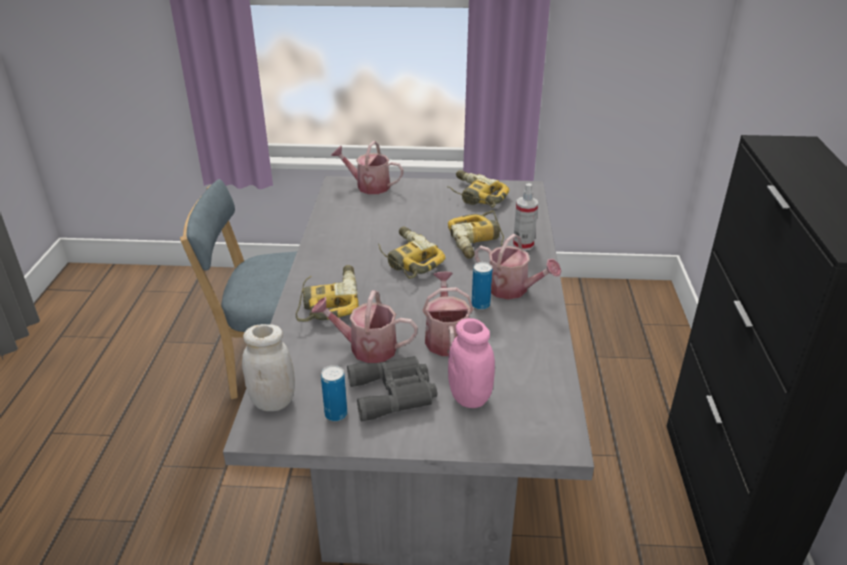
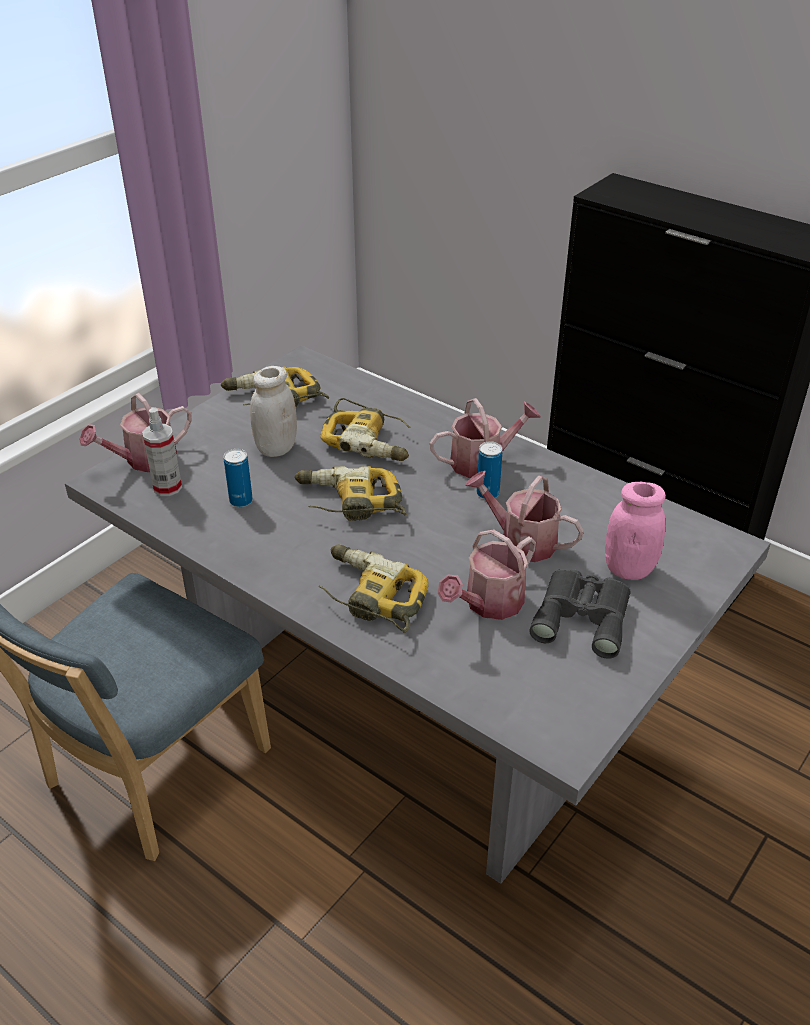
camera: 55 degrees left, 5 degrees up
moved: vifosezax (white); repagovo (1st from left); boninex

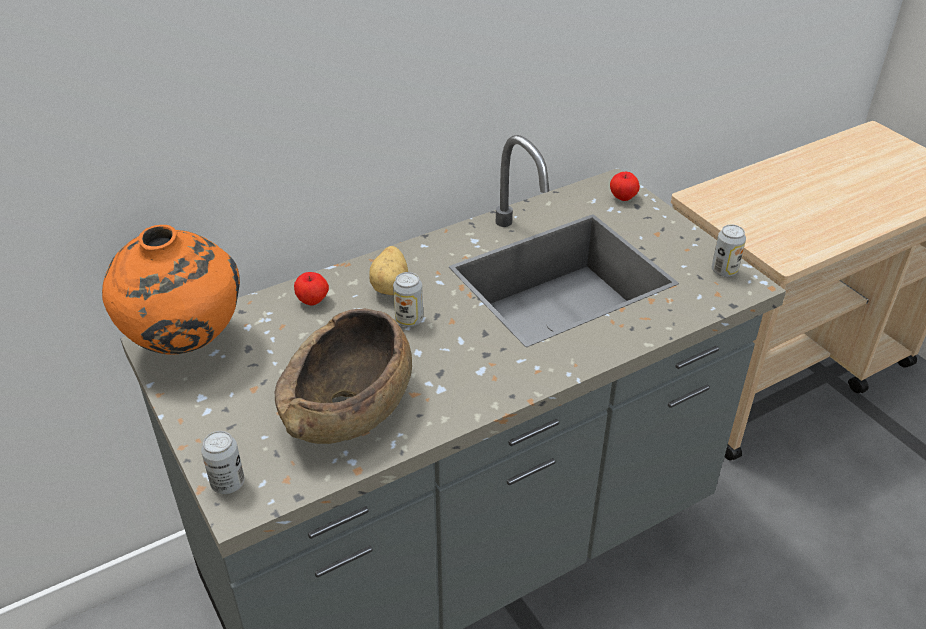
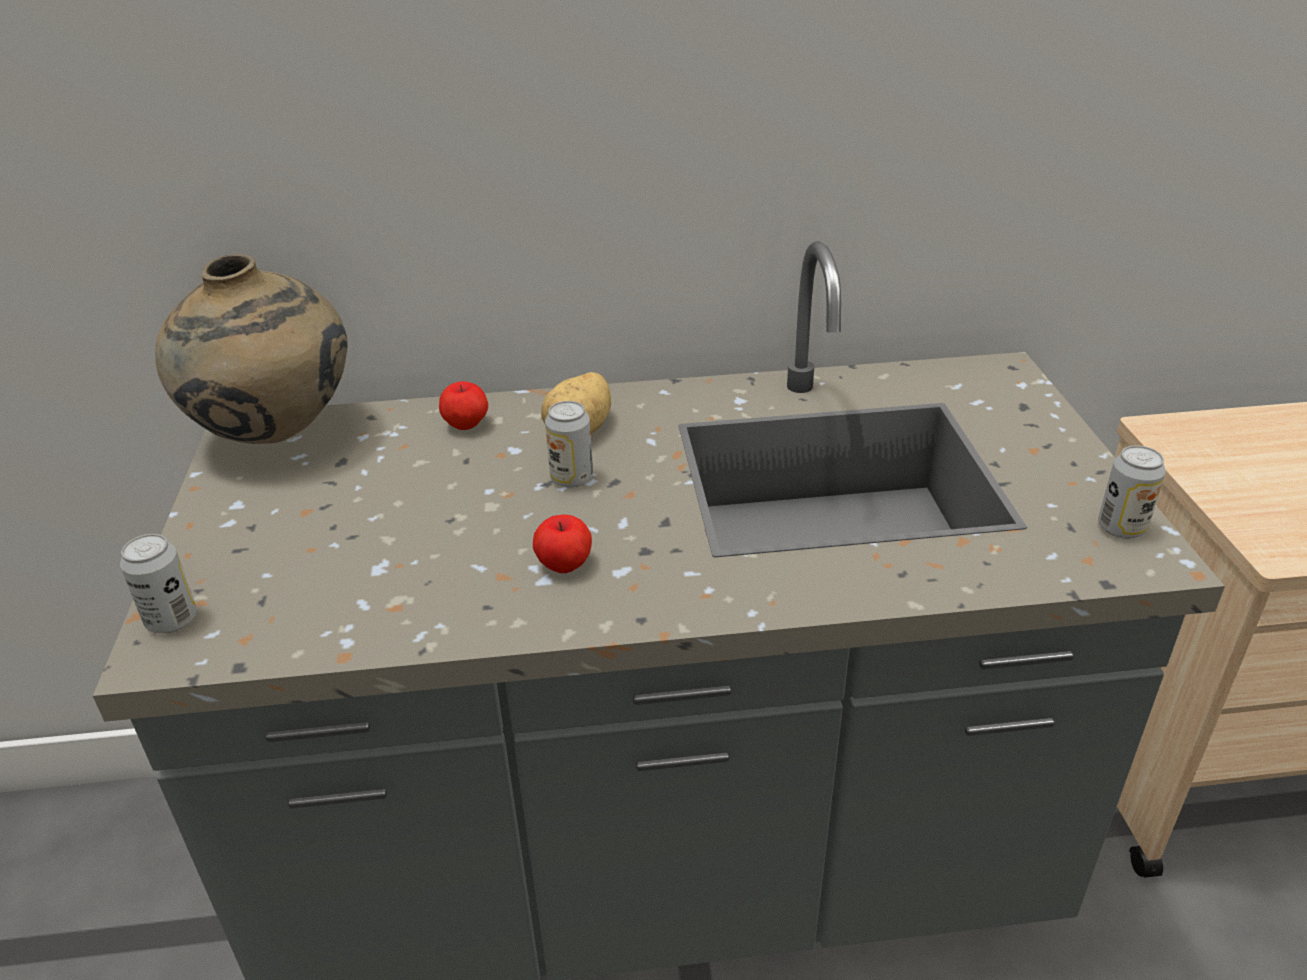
camera: 25 degrees right, 5 degrees down
removed: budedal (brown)
moved: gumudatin (2nd from left)
recoloured: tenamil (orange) to tenamil (beige)

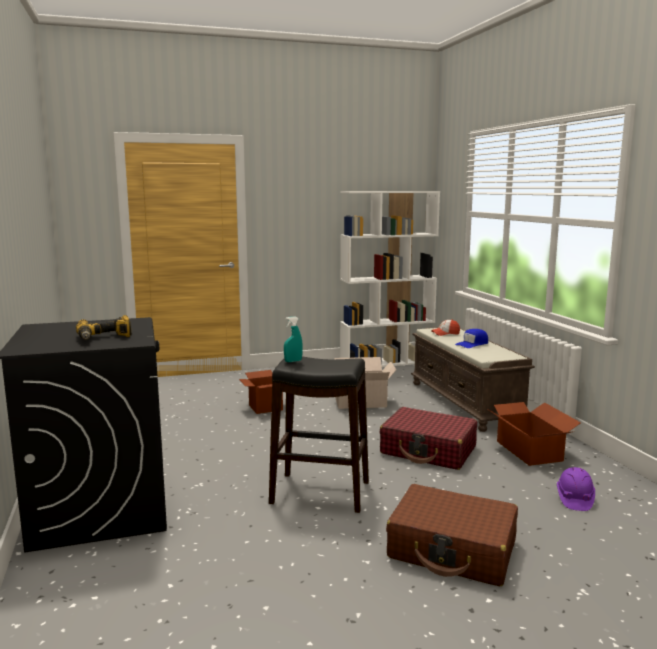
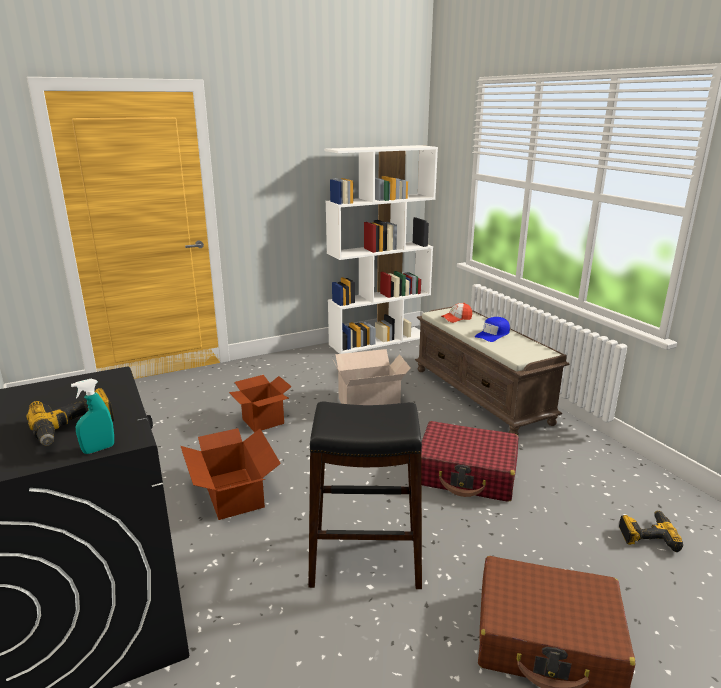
camera: 10 degrees left, 10 degrees up
moved: boninex (turquoise); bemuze (3rd from left in the first image) to bemuze (1st from left)
replaced: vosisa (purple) to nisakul (2nd from left)

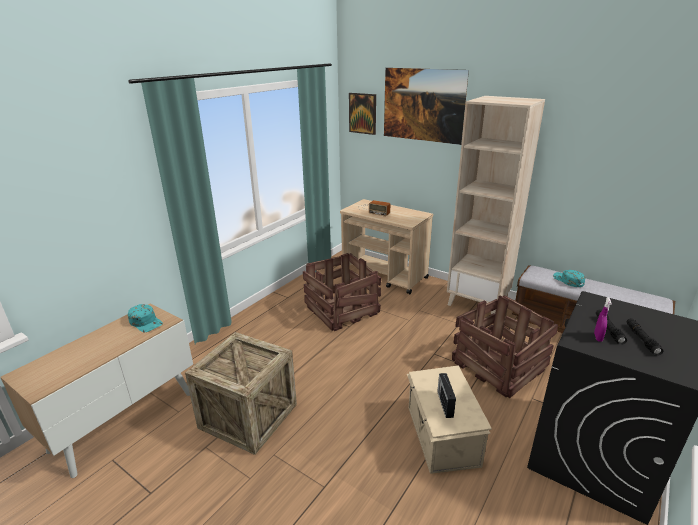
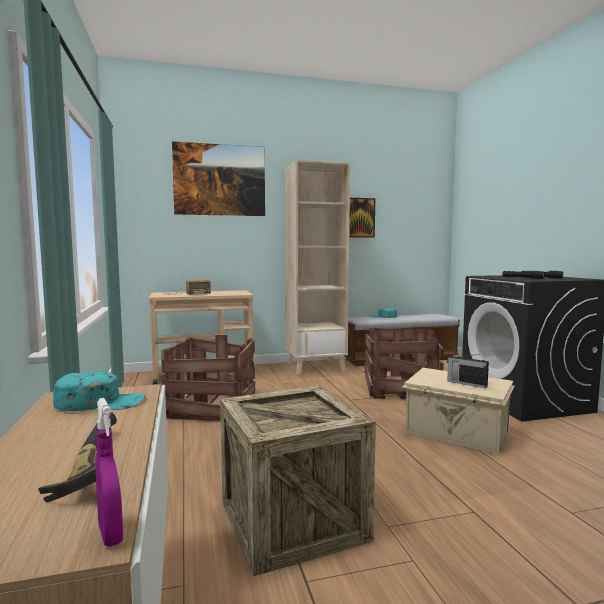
camera: 50 degrees left, 20 degrees down
added: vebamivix
moved: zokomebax (1st from left in the first image) to zokomebax (2nd from left); boninex (purple)

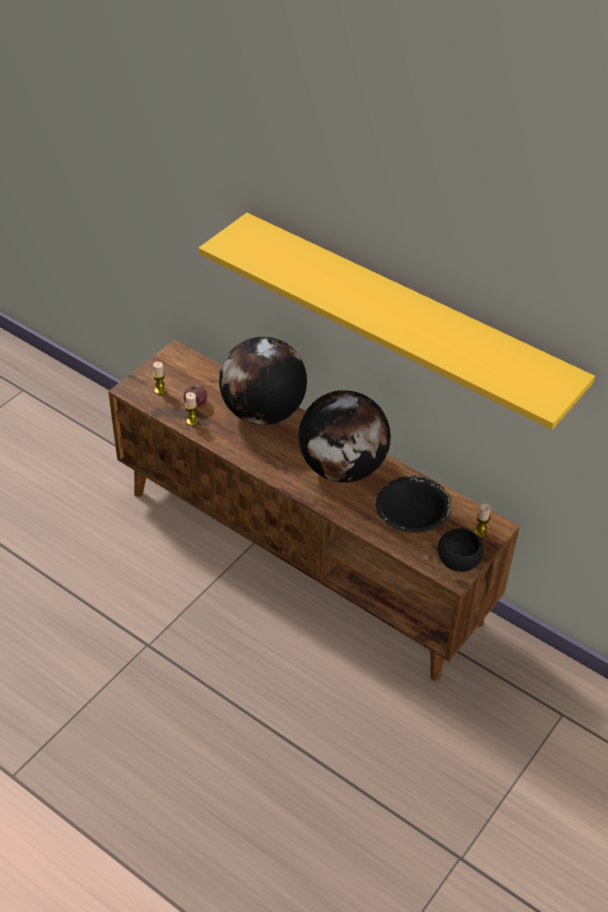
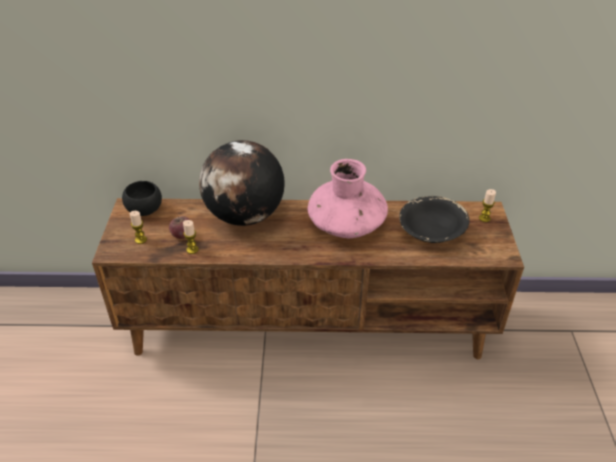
camera: 35 degrees left, 5 degrees down
removed: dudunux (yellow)
moved: budedal (black) (2nd from left in the first image) to budedal (black) (1st from left)
replaced: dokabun (2nd from left) to tenamil (pink)

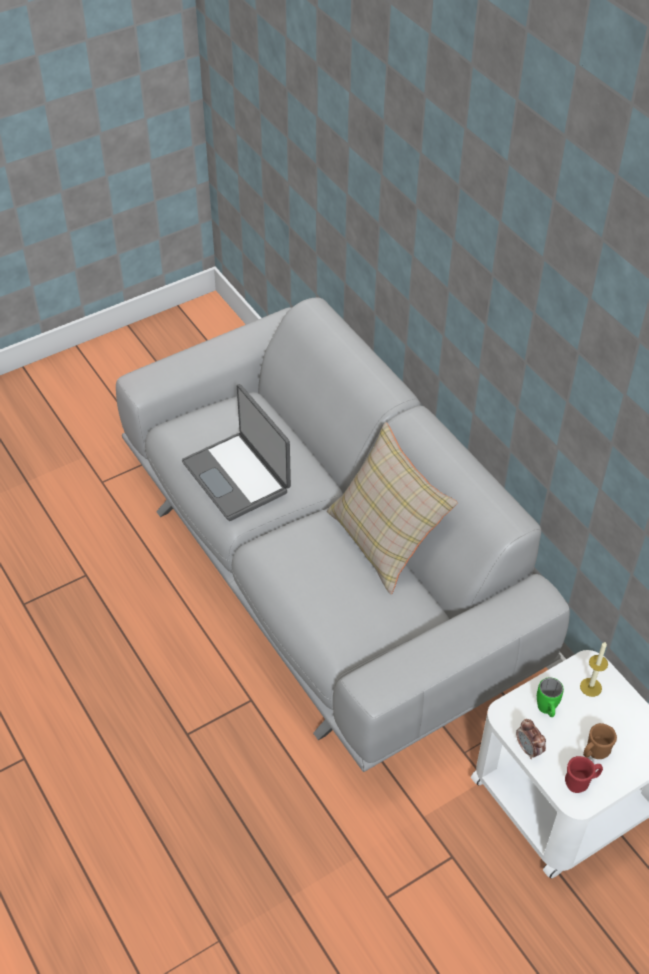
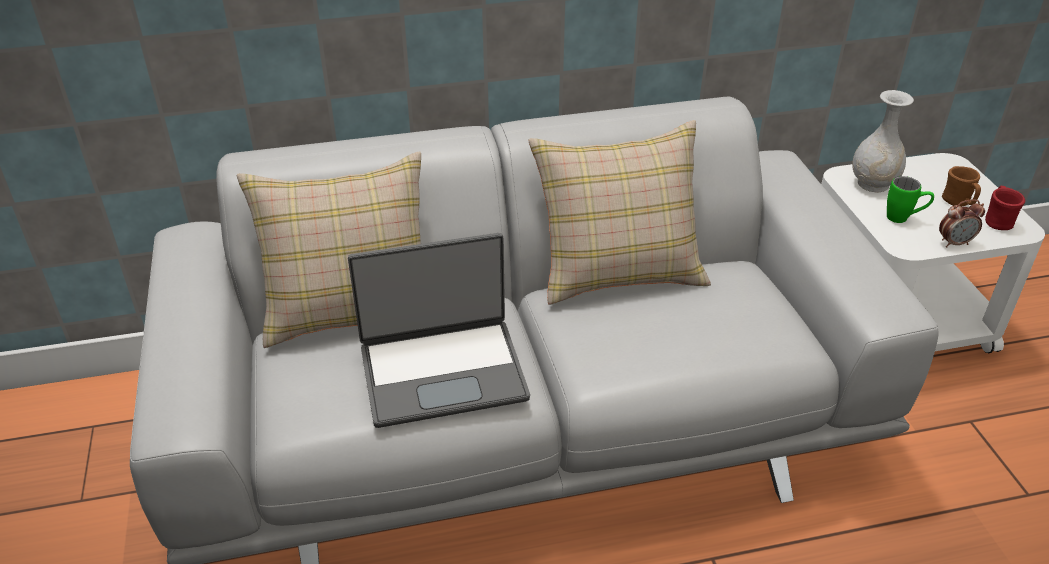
camera: 70 degrees left, 10 degrees down
added: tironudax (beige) (1st from left)
replaced: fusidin to tenamil (white)

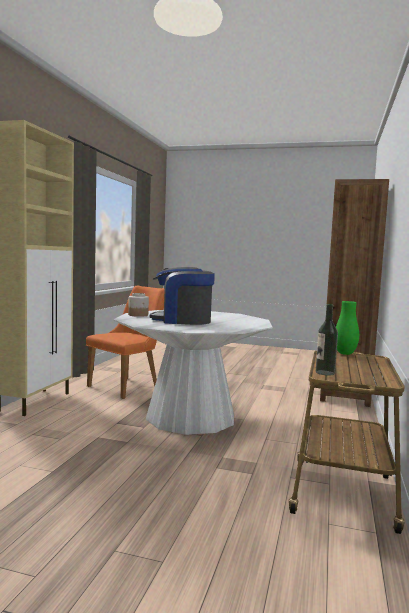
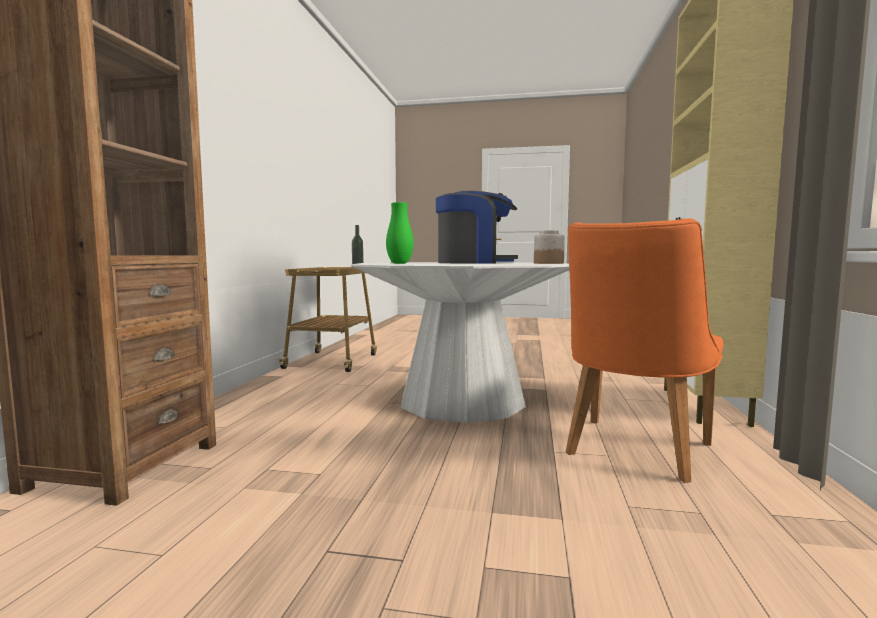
camera: 175 degrees right, 0 degrees up
moved: tenamil (green)

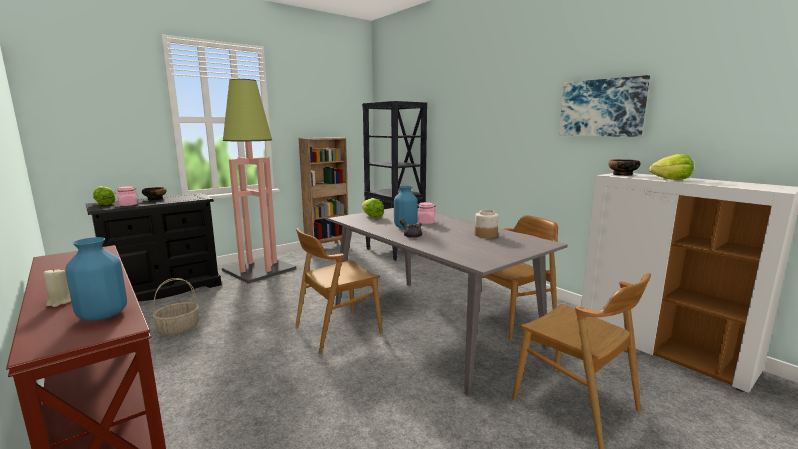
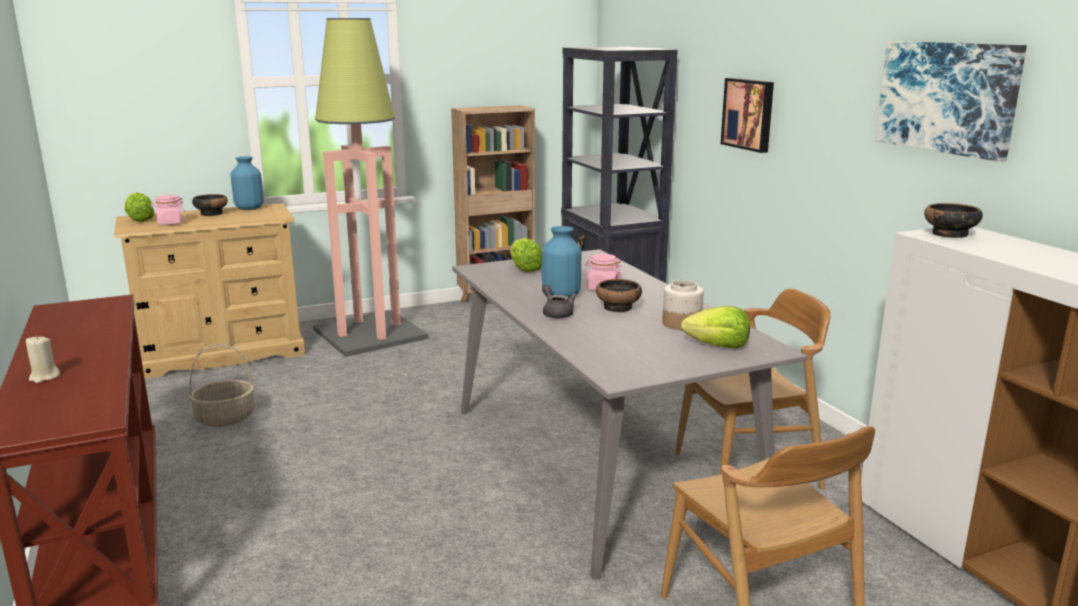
camera: 15 degrees right, 5 degrees up
removed: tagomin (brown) (1st from left)
added: budedal (2nd from left); zokomebax (1st from left)
moved: tenamil (blue) (1st from left); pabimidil (3rd from left)
recoloured: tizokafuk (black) to tizokafuk (beige)

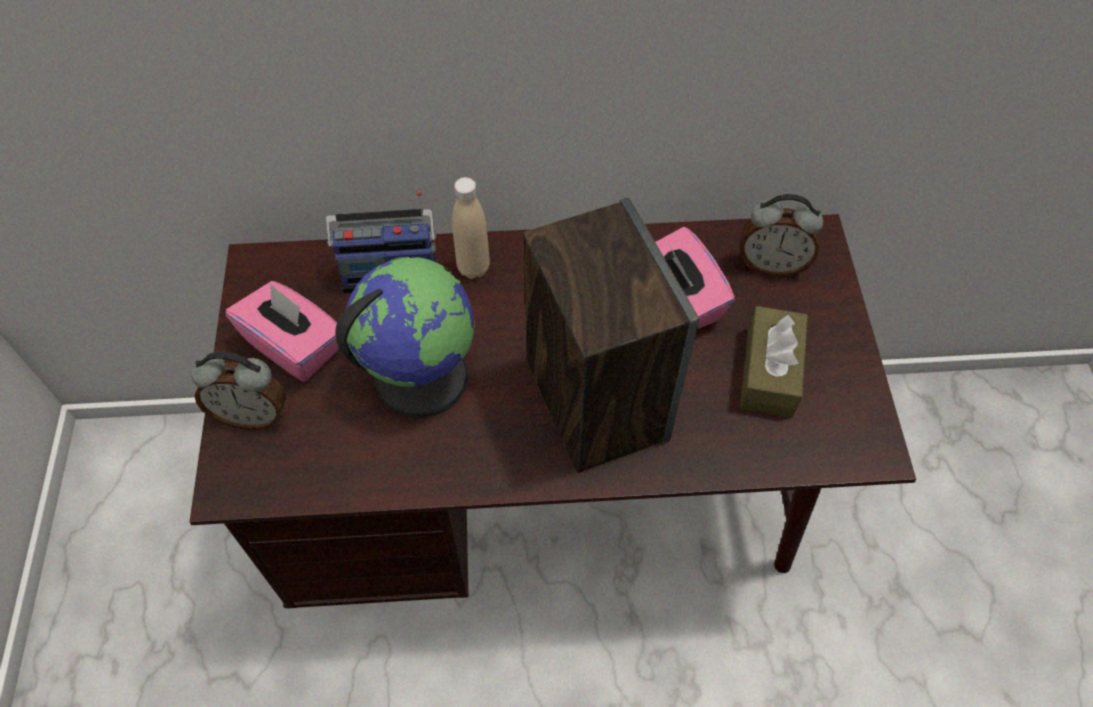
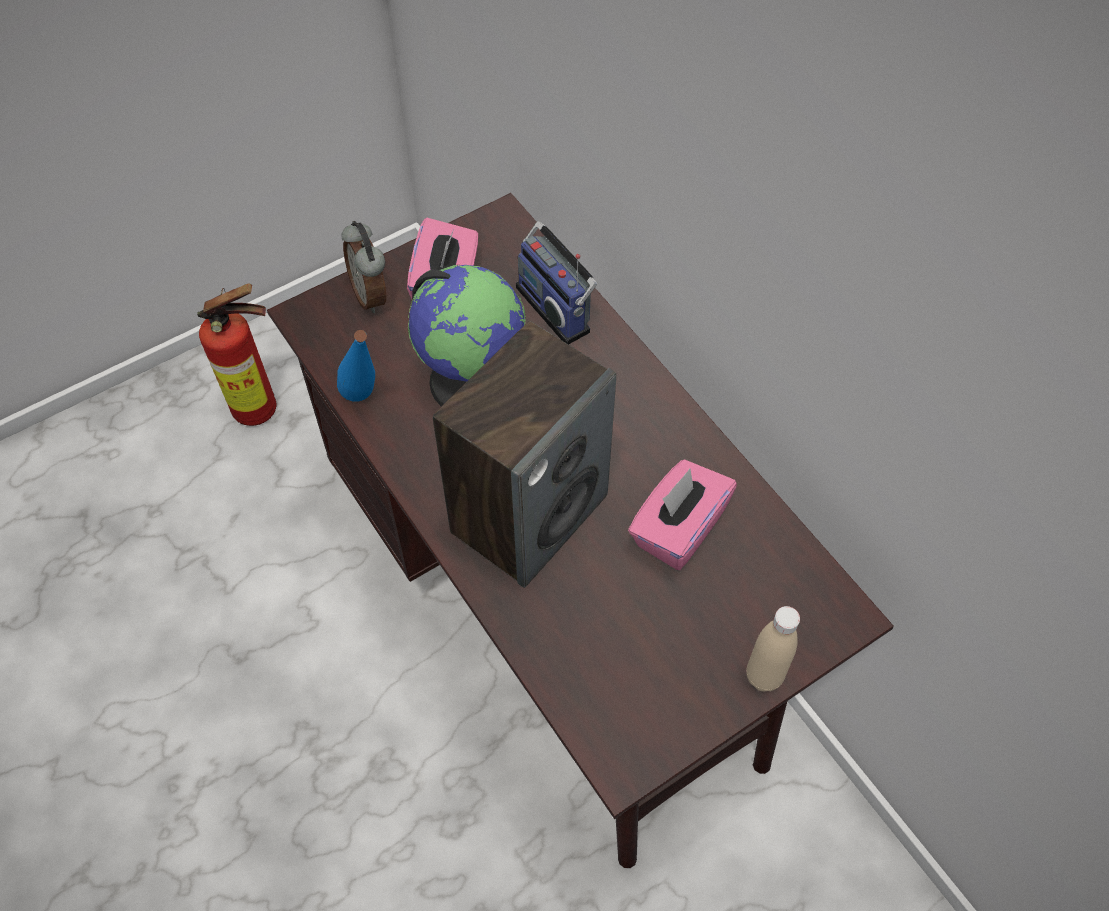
camera: 60 degrees right, 0 degrees up
removed: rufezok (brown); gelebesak (2nd from left)
added: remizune; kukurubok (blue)
moved: kukurubok (beige)

